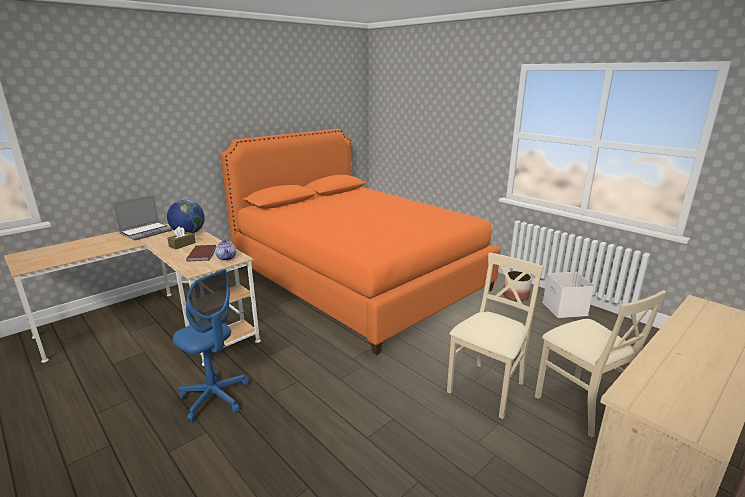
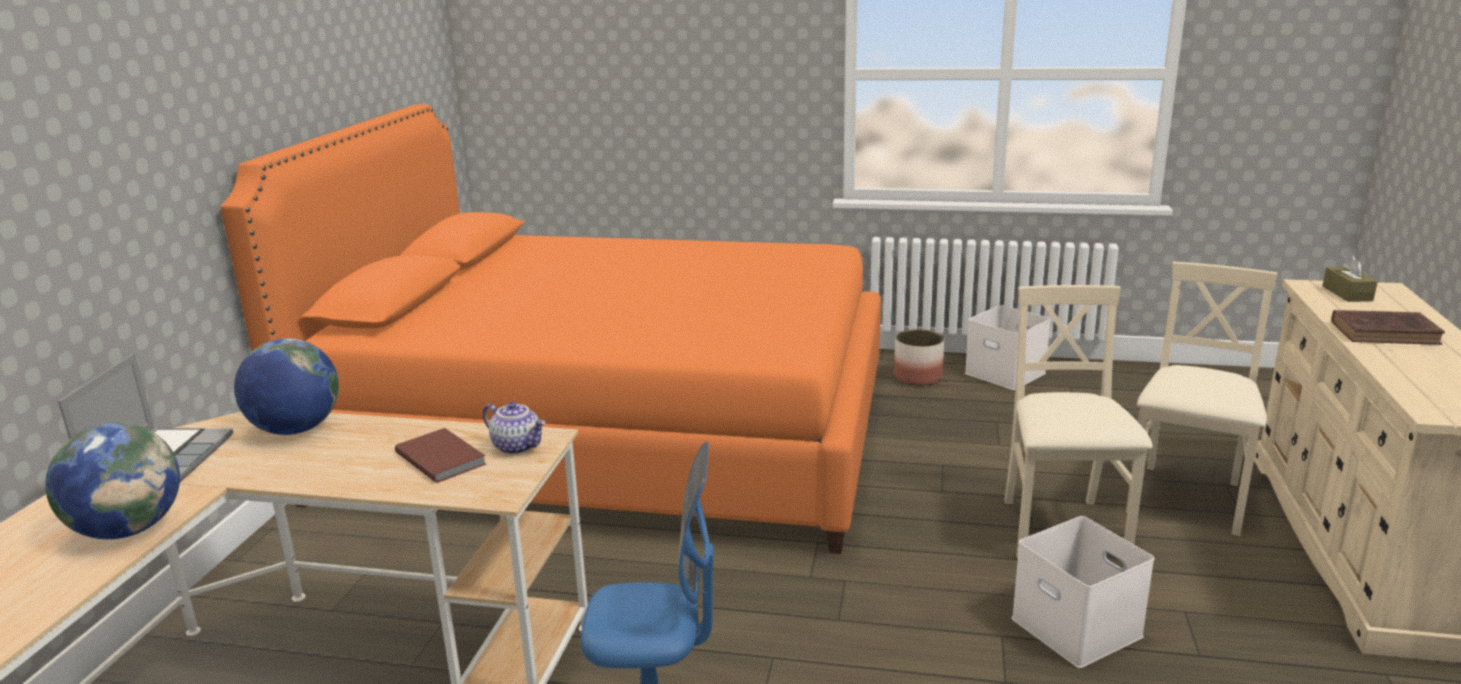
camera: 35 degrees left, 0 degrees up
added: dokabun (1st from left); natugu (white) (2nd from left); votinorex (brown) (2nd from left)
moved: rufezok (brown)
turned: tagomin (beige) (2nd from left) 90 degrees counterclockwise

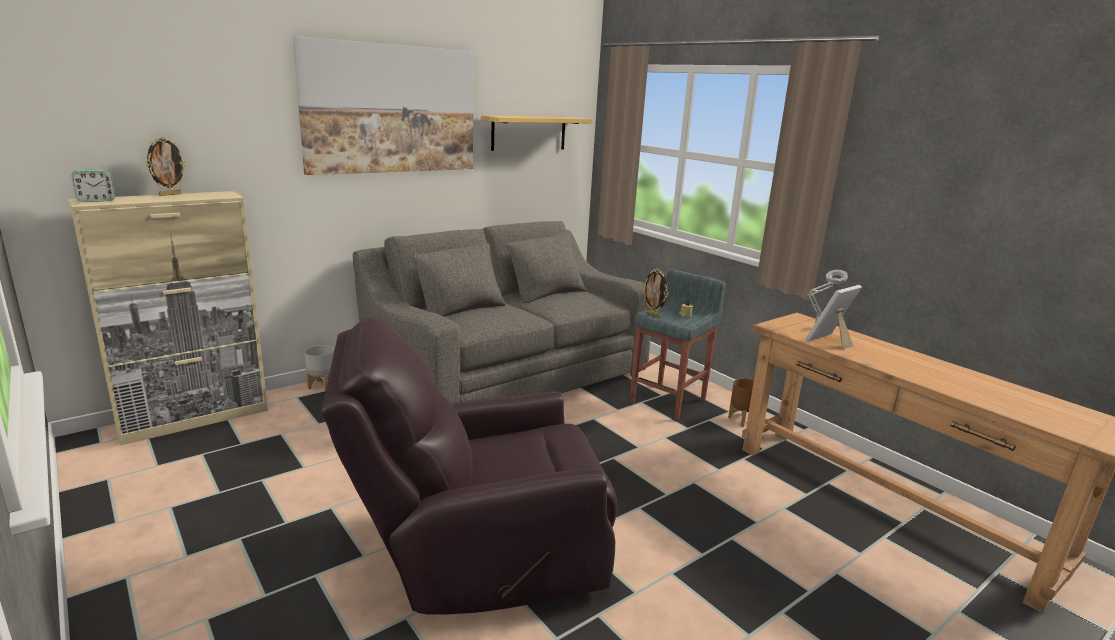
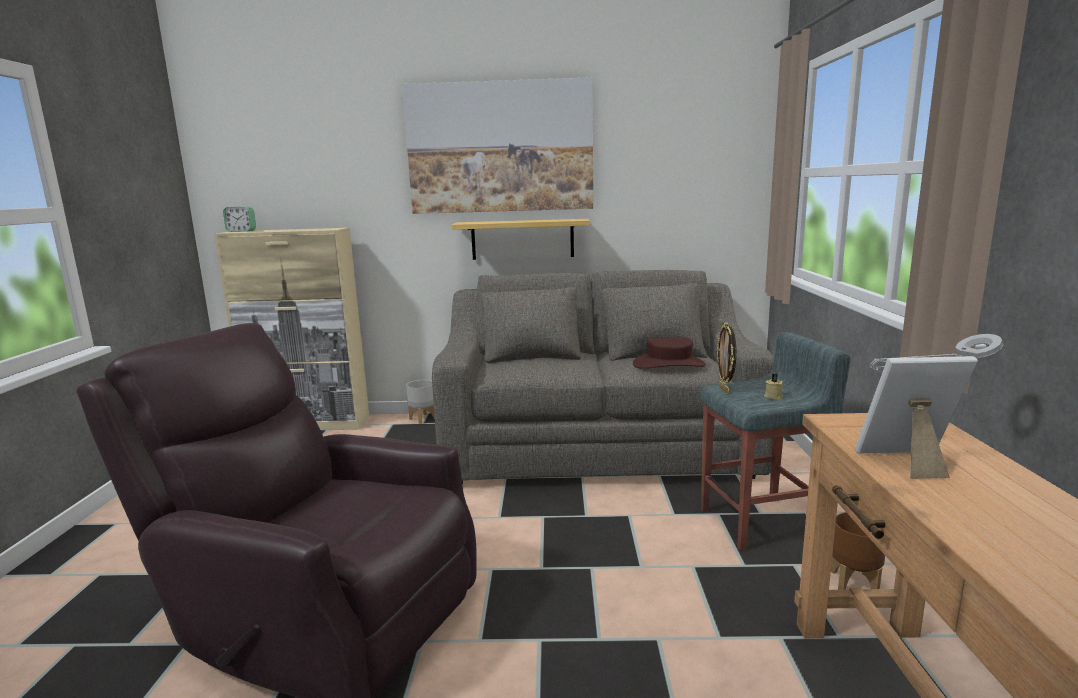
camera: 40 degrees right, 5 degrees down
removed: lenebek (1st from left)
added: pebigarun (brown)
moved: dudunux

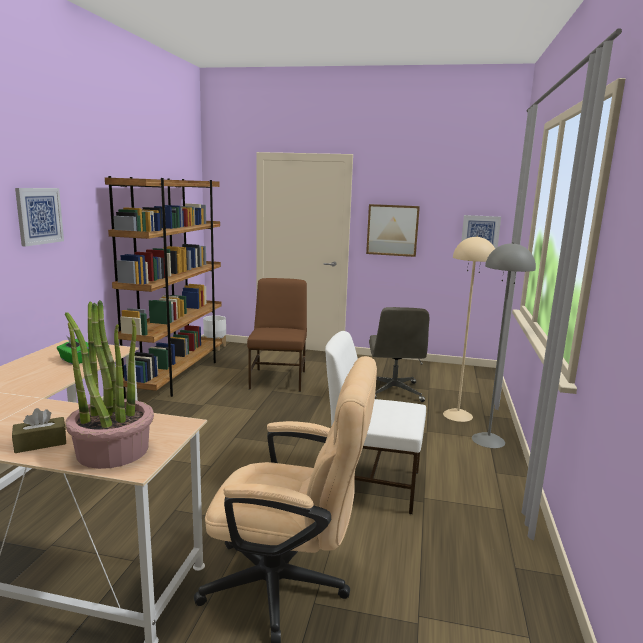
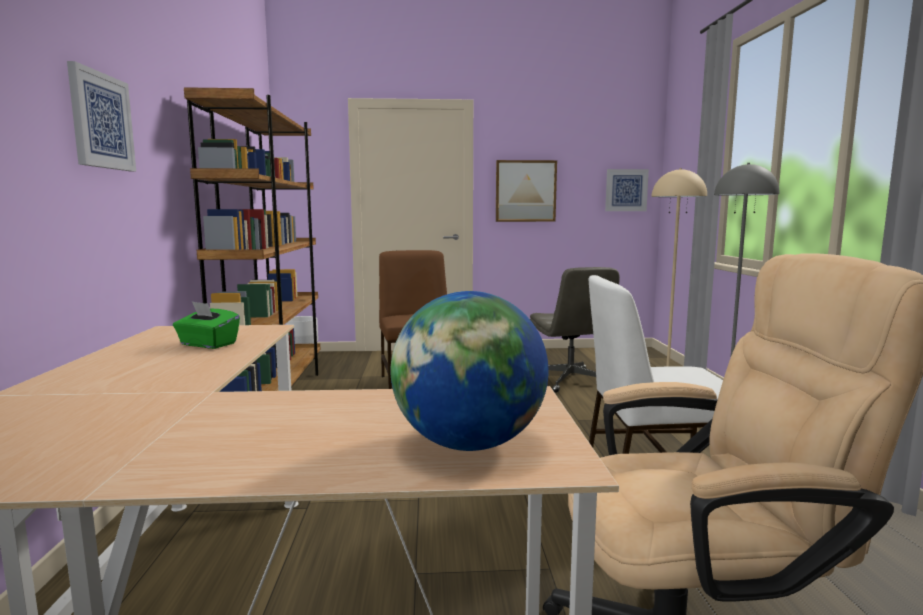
camera: 15 degrees left, 5 degrees down
removed: rufezok (brown)
replaced: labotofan to dokabun

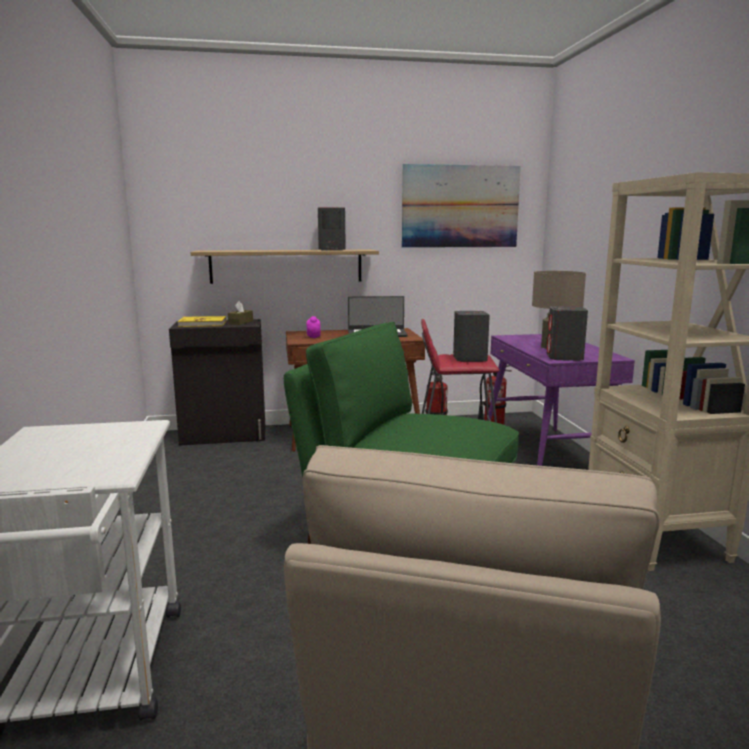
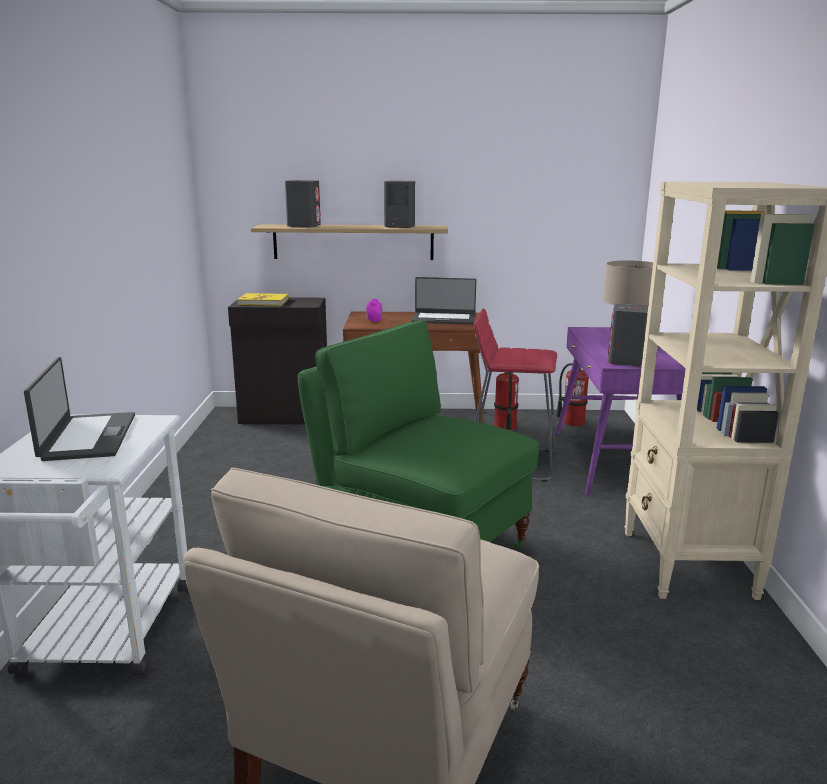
camera: 10 degrees right, 5 degrees up
removed: rufezok (brown); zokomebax
added: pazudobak (1st from left)
moved: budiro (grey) (2nd from left in the first image) to budiro (grey) (1st from left)

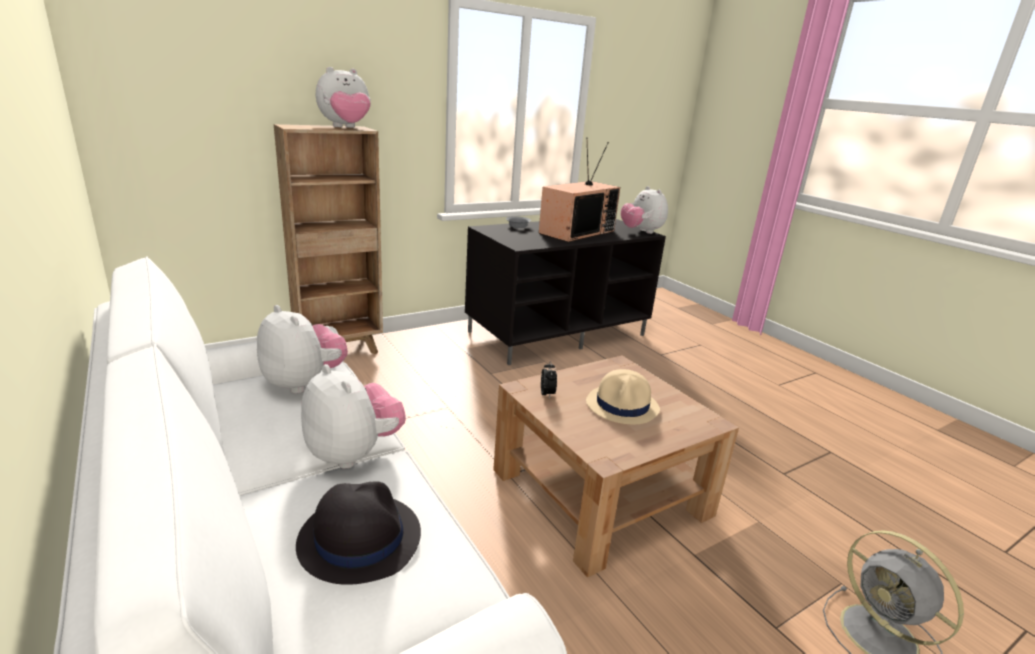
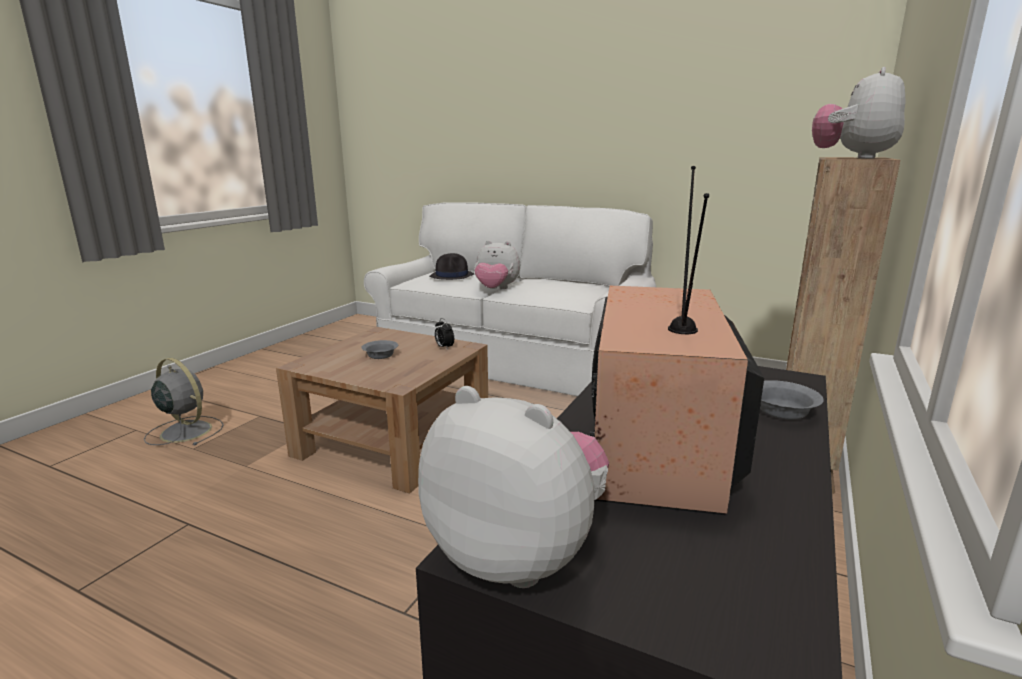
camera: 150 degrees right, 5 degrees down
removed: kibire (1st from left)
replaced: pebigarun (beige) to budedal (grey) (1st from left)

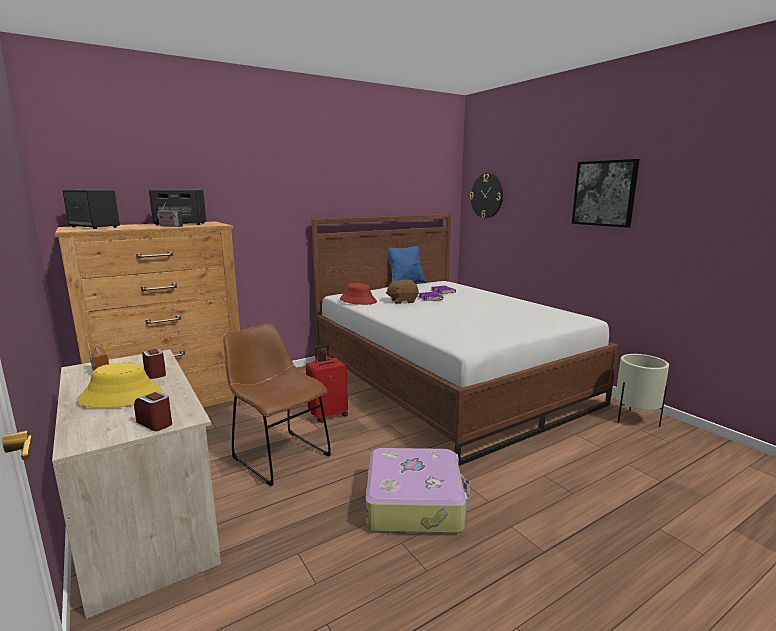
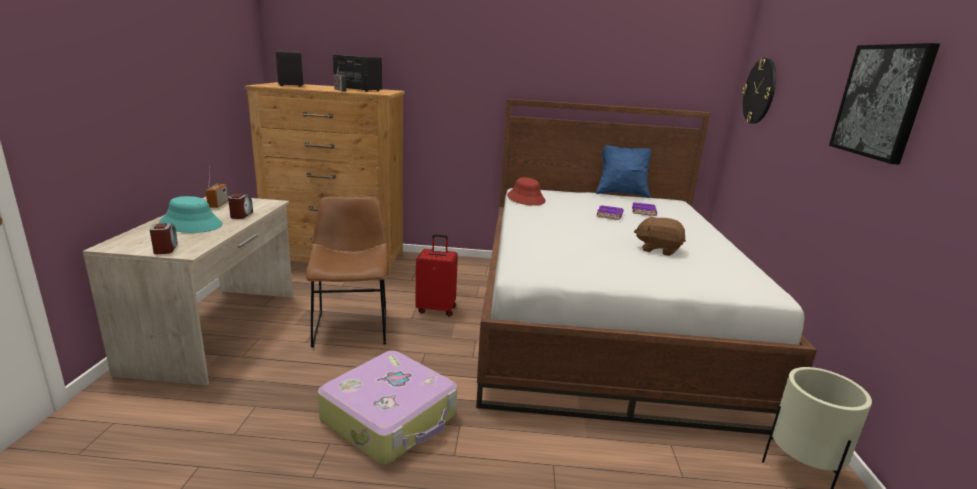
camera: 35 degrees right, 5 degrees up
moved: kibire (brown)
recoloured: pebigarun (yellow) to pebigarun (turquoise)

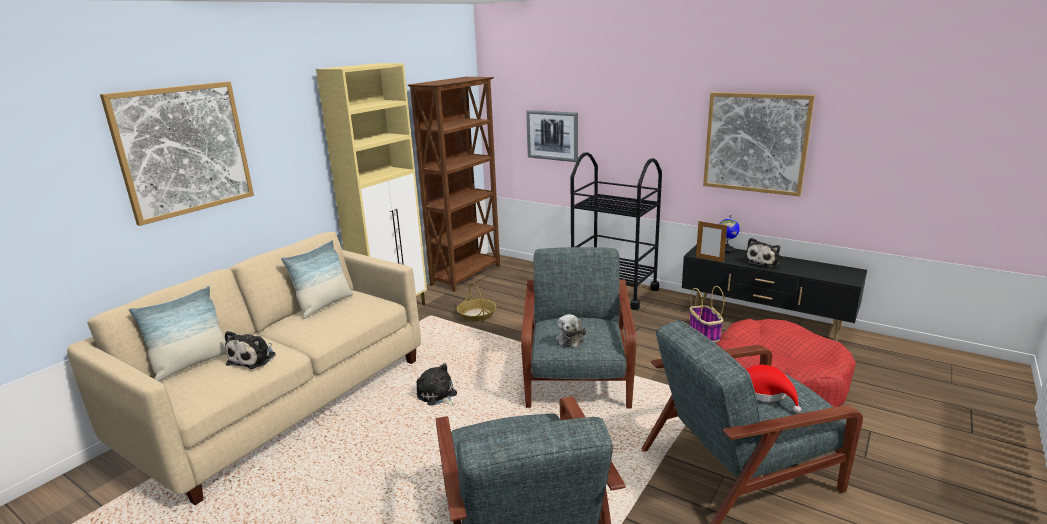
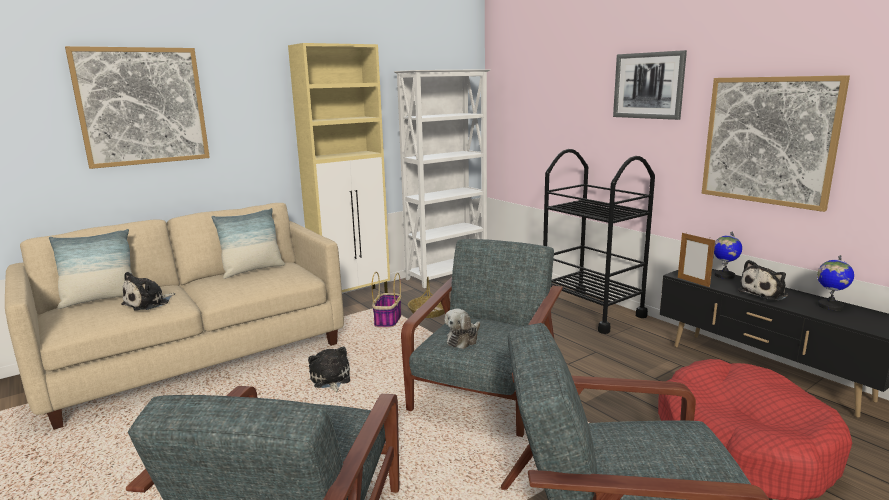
camera: 20 degrees right, 5 degrees down
removed: pebigarun (red)
added: dokabun (2nd from left)
moved: zokomebax (2nd from left); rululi (2nd from left in the first image) to rululi (1st from left)
recoloured: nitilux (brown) to nitilux (white)

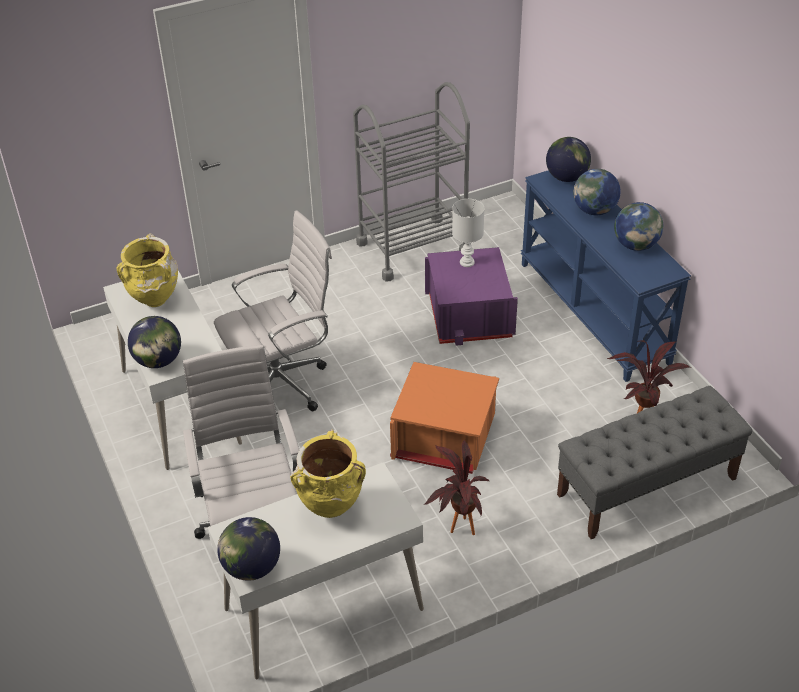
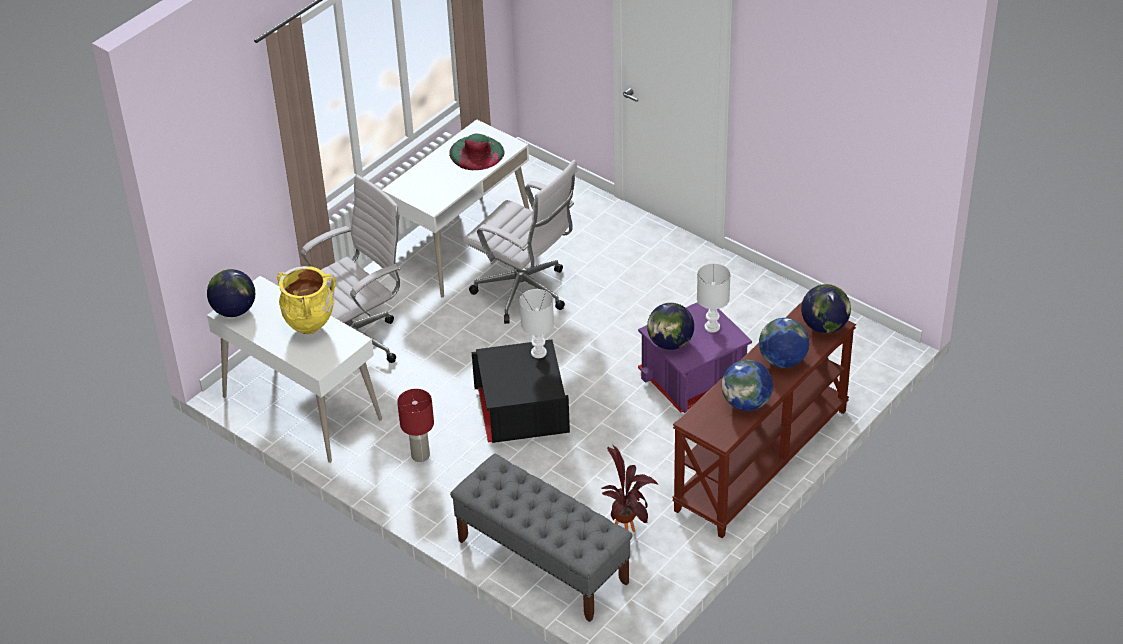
camera: 65 degrees right, 0 degrees up
removed: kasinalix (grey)
added: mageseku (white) (1st from left)
moved: dokabun (1st from left in the first image) to dokabun (2nd from left)
replaced: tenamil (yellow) (1st from left) to pebigarun (green); labotofan (1st from left) to mageseku (red)
recoloured: natugu (orange) to natugu (black); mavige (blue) to mavige (brown)

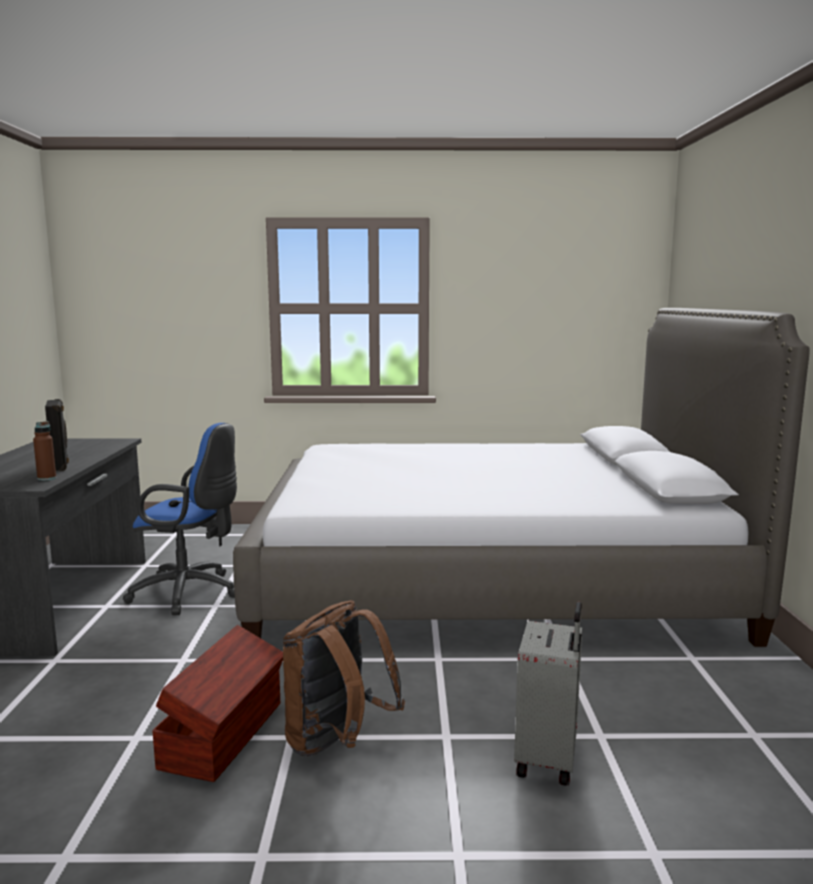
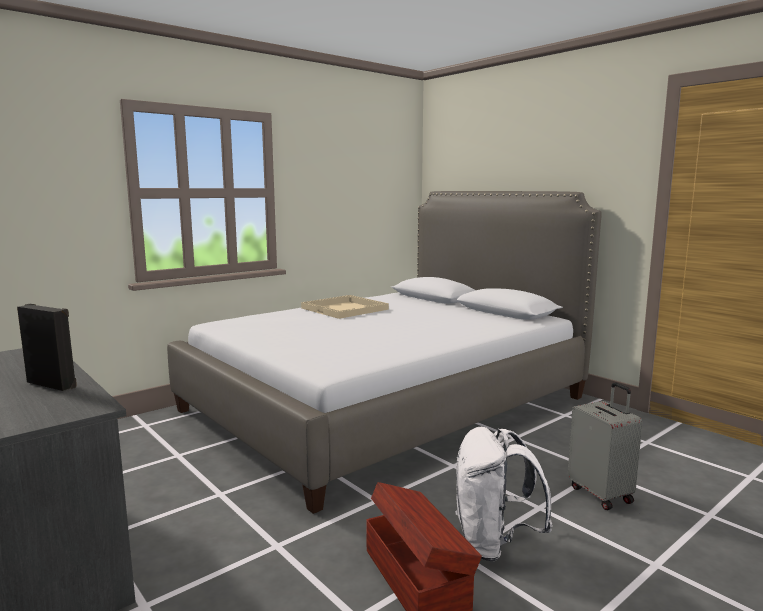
camera: 40 degrees left, 0 degrees up
removed: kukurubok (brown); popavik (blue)
added: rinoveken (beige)
recoloured: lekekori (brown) to lekekori (white)

